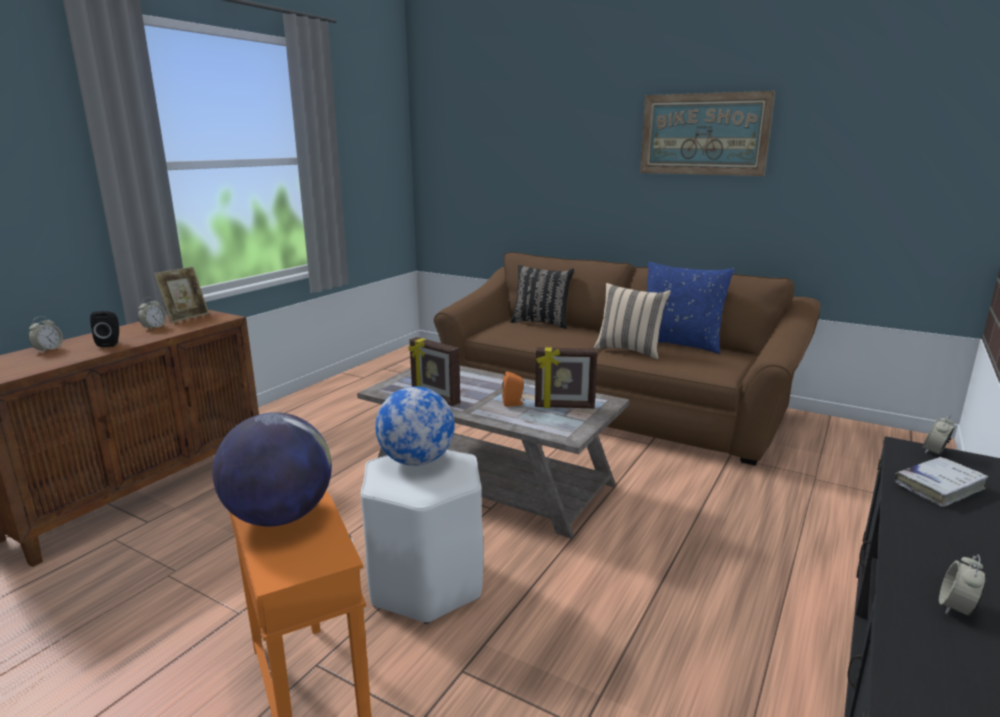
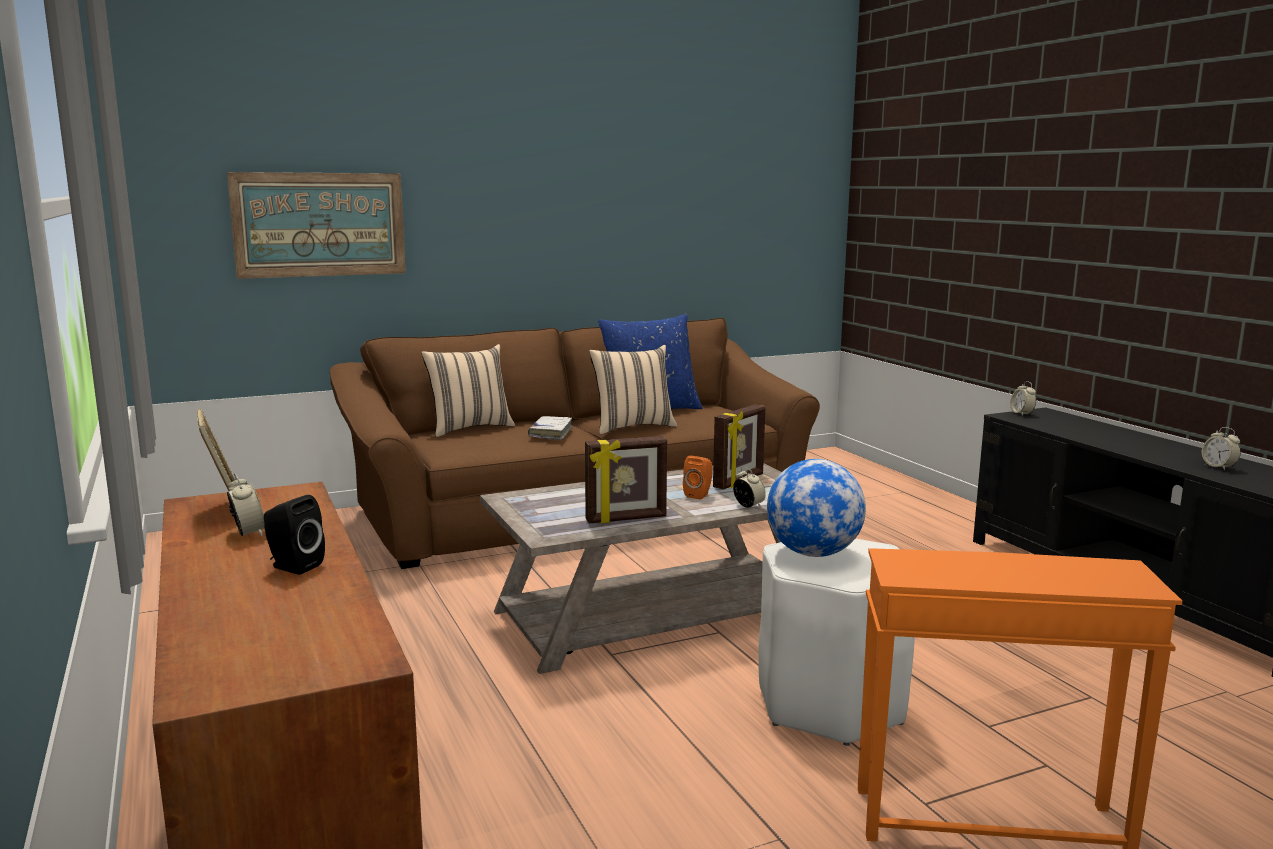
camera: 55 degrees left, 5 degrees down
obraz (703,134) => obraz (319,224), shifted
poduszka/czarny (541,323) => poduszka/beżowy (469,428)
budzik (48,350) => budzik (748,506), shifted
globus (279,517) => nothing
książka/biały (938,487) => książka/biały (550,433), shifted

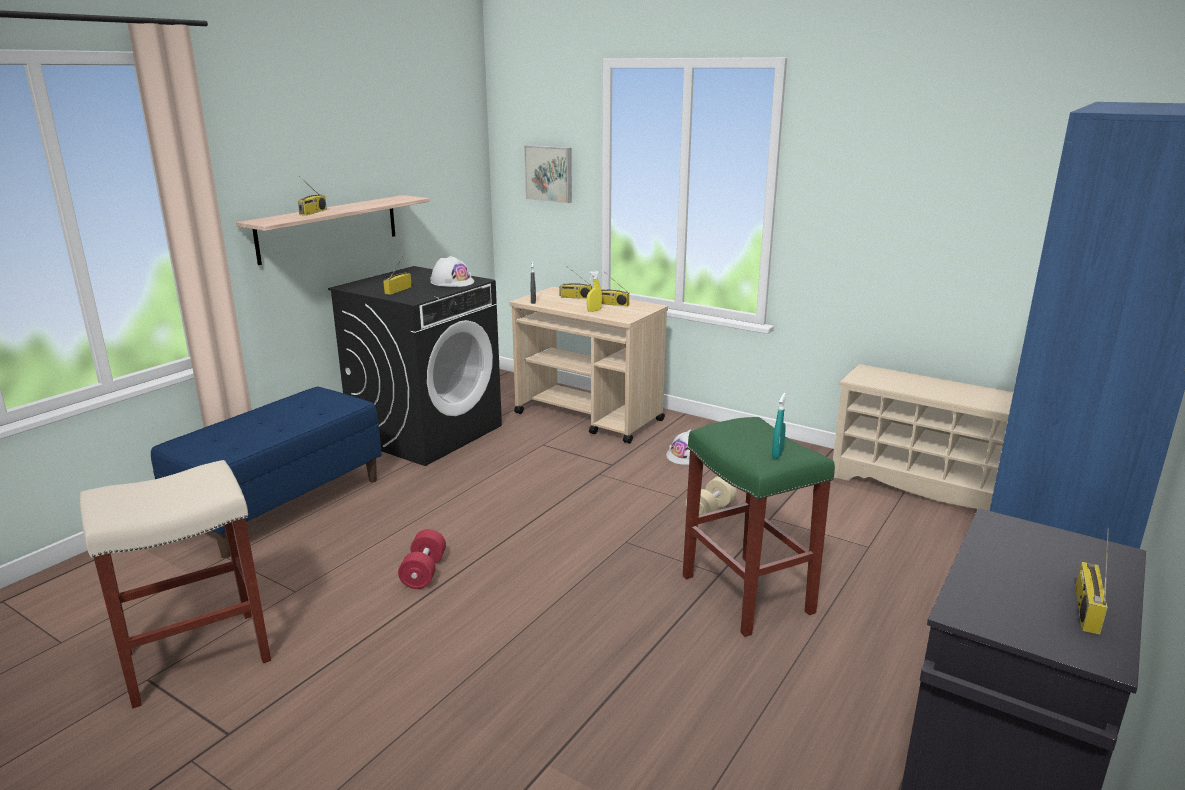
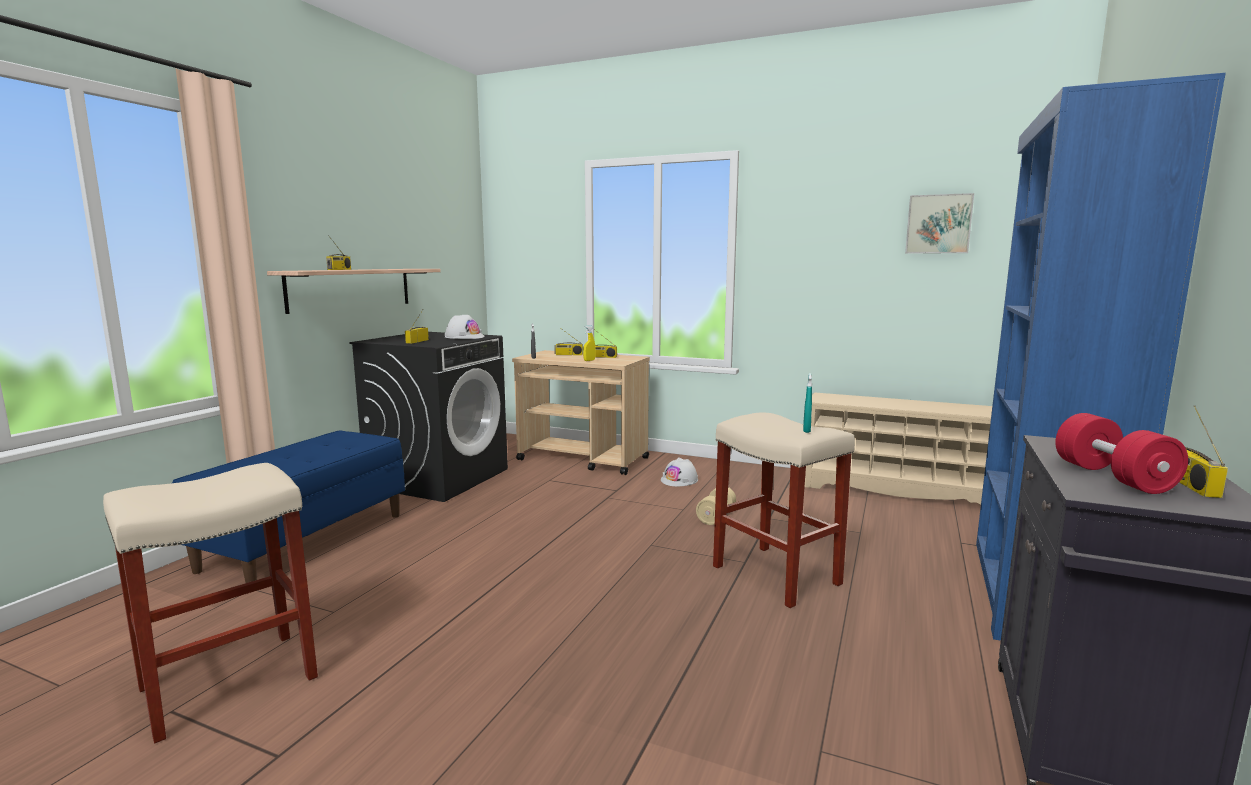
camera: 10 degrees left, 10 degrees down
obraz (549,173) => obraz (938,224), shifted
stołek/zielony (748,595) => stołek/beżowy (777,575)
hantel/czerwony (424,572) => hantel/czerwony (1112,477), shifted

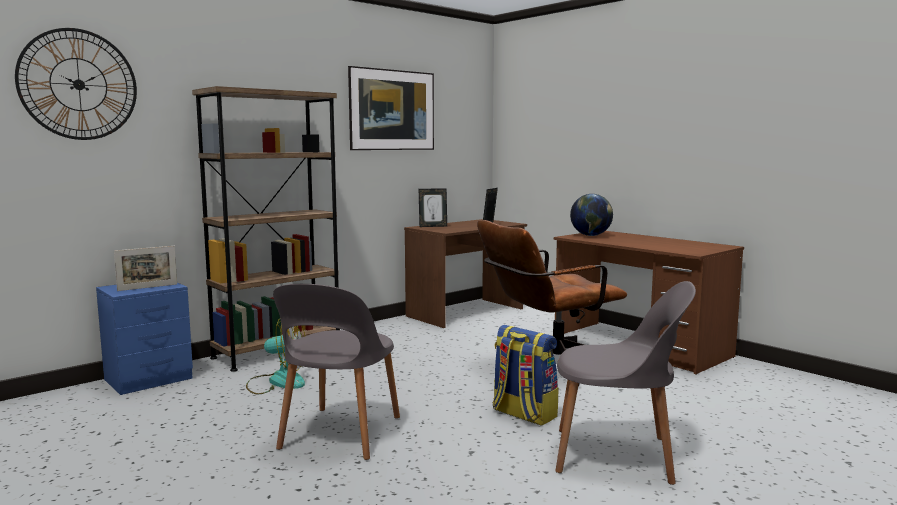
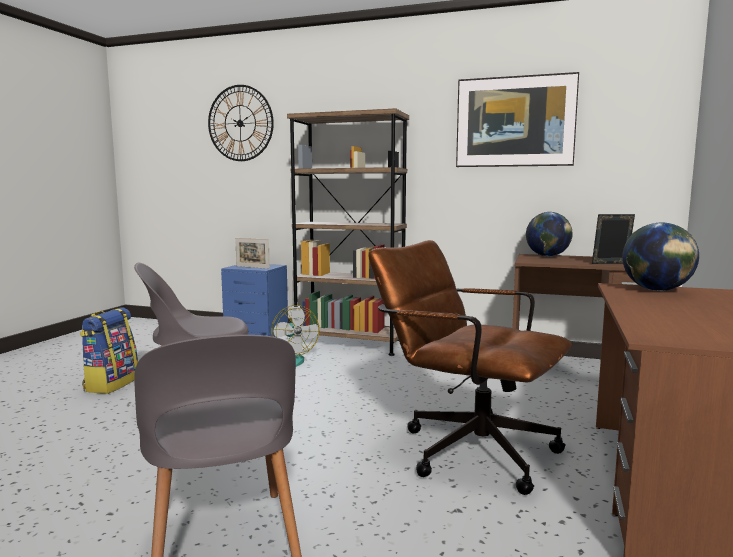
camera: 60 degrees right, 0 degrees up
ramka na zdjęcie (433,226) => globus (547,256)
plecak (523,414) => plecak (111,384), shifted

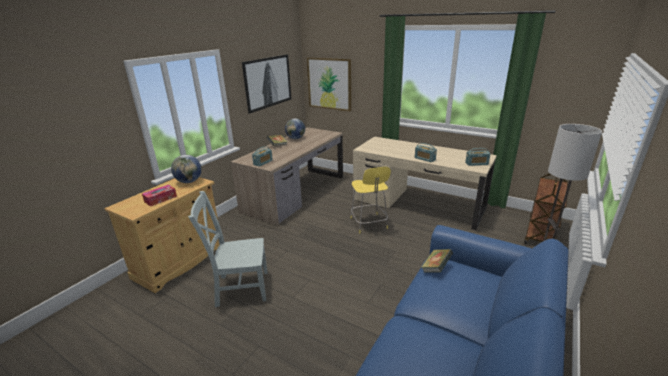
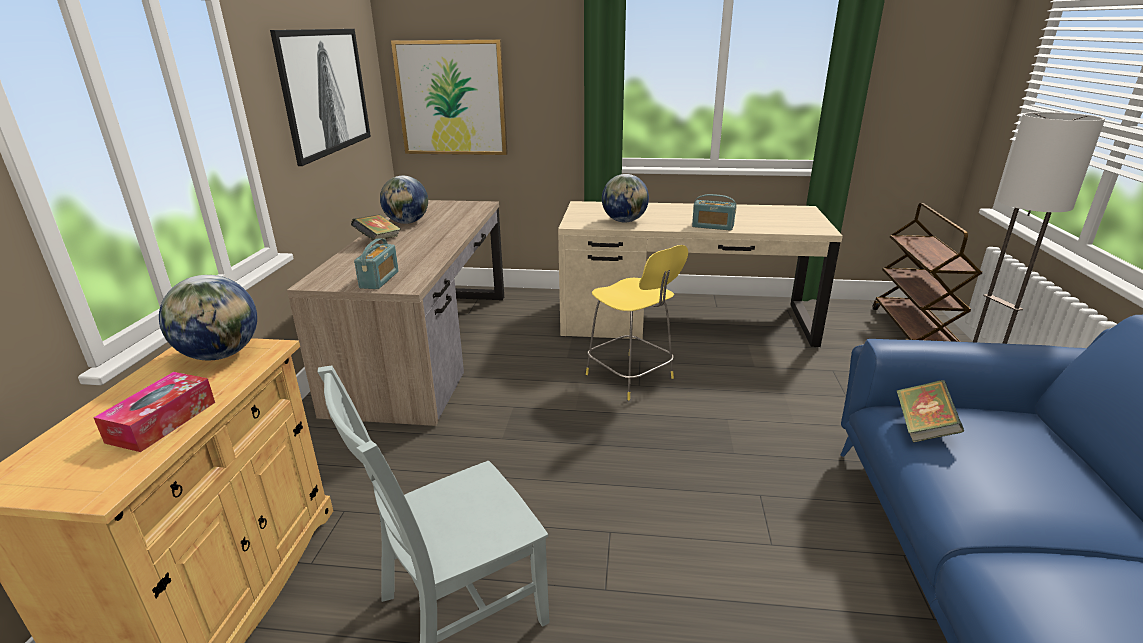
camera: 25 degrees left, 0 degrees up
radio (476,164) => nothing
nothing => globus (624,221)

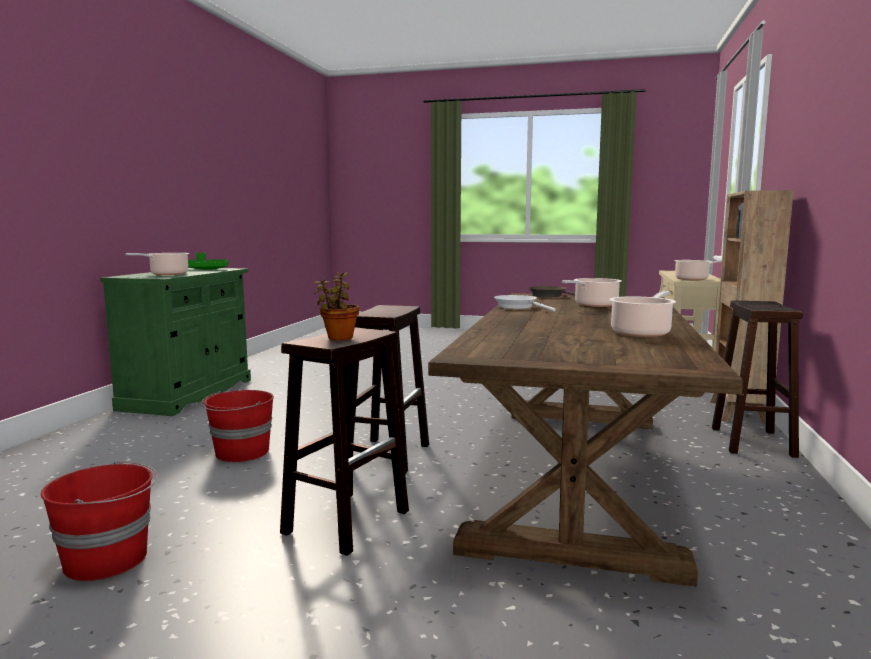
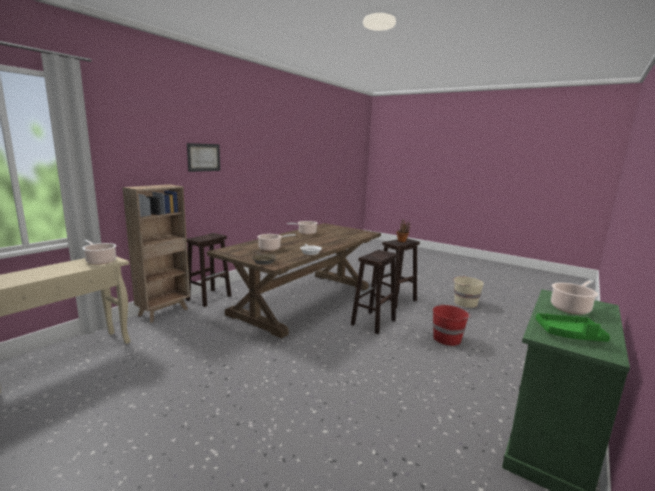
camera: 160 degrees left, 5 degrees up
wiadro/czerwony (108,559) => wiadro/beżowy (465,303)
nothing => obraz (203,157)

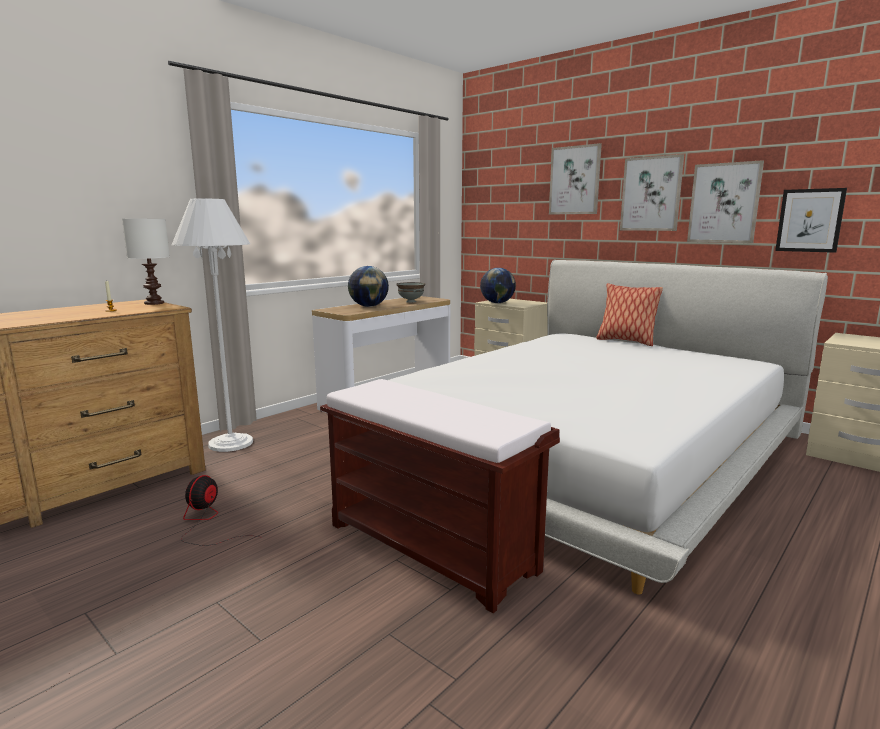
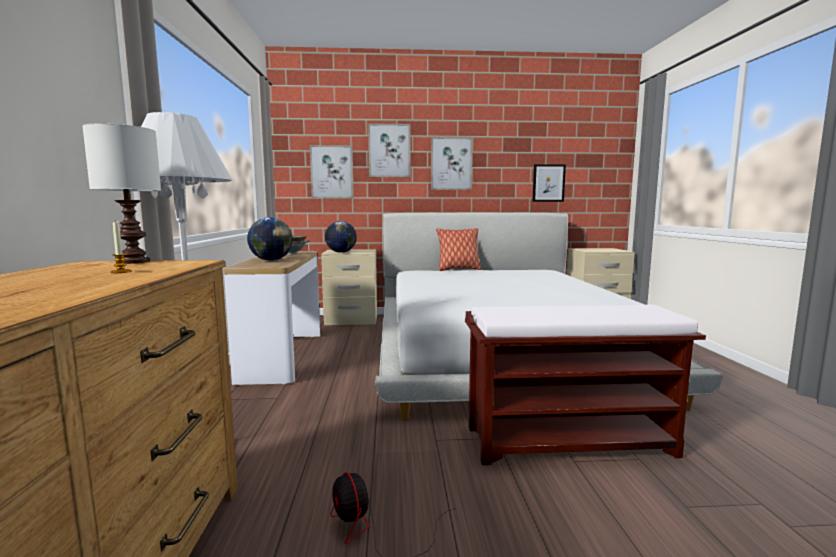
camera: 45 degrees left, 5 degrees down
obraz (724,203) => obraz (332,172), shifted

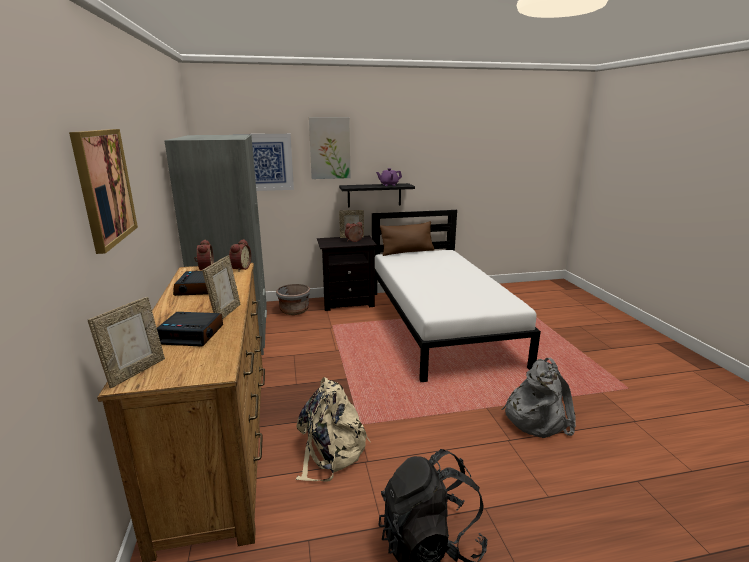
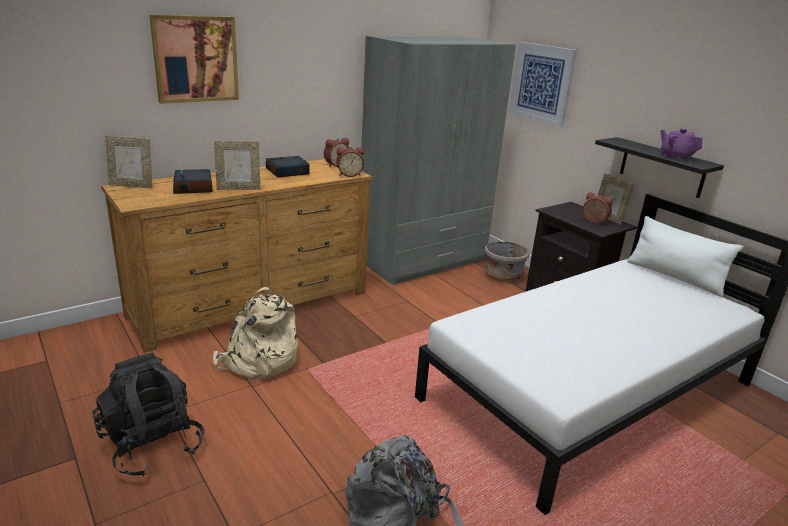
camera: 65 degrees right, 5 degrees up
obraz (329,148) => nothing
poduszka/brązowy (407,252) => poduszka/biały (674,277)

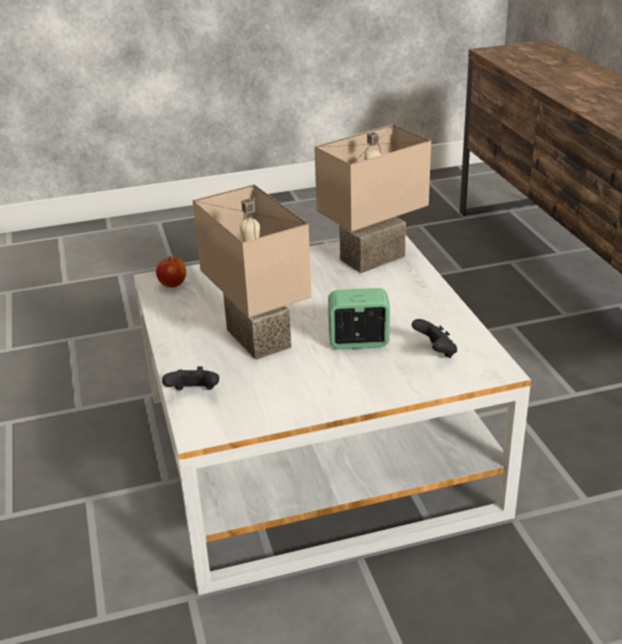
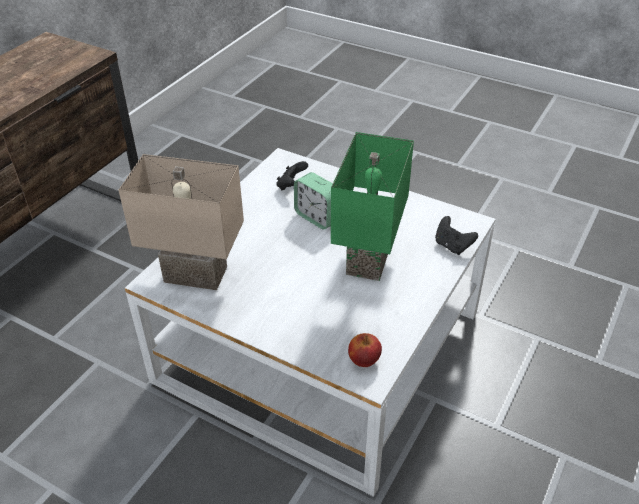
camera: 135 degrees left, 10 degrees up
lampa stołowa/beżowy (262,338) => lampa stołowa/zielony (366,258)

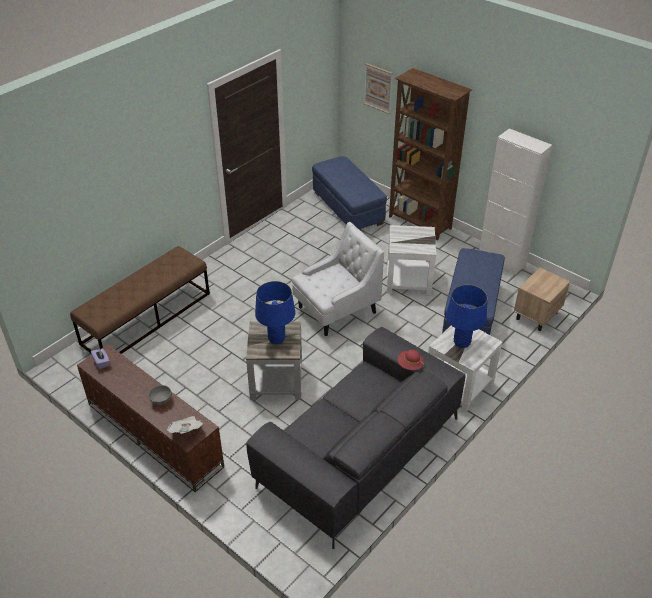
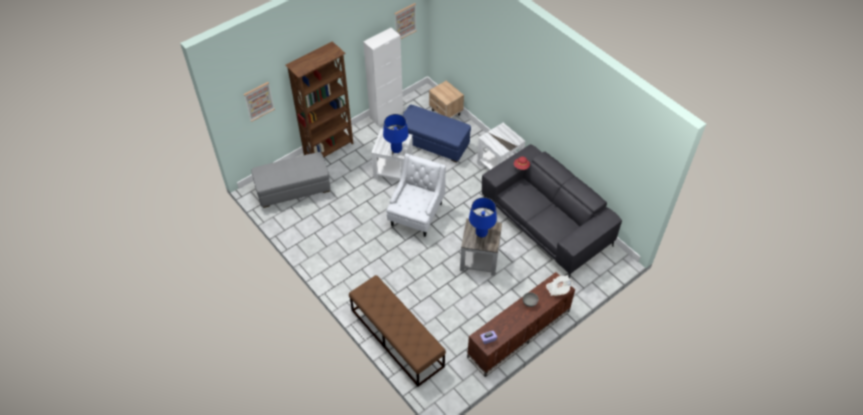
camera: 80 degrees left, 10 degrees up
pufa/niebieski (348,208) => pufa/szary (293,189)
fotel/biały (336,310) => fotel/biały (416,215), 45 degrees clockwise
lampa stołowa/niebieski (462,342) => lampa stołowa/niebieski (396,149), shifted
nothing => obraz (405,21)

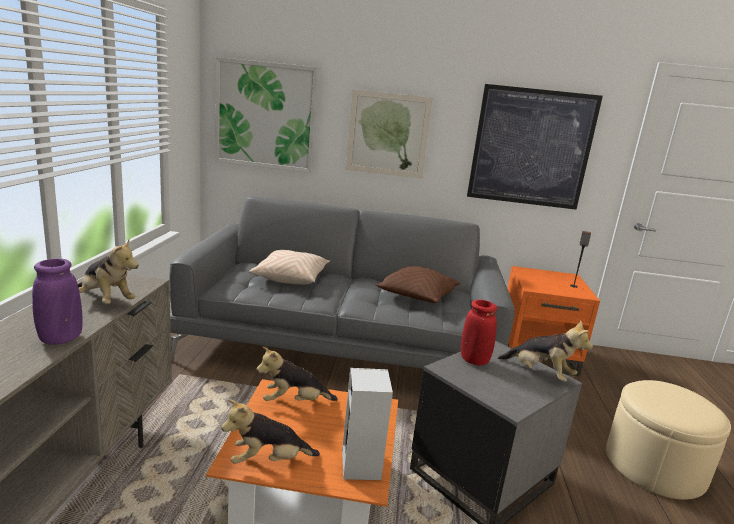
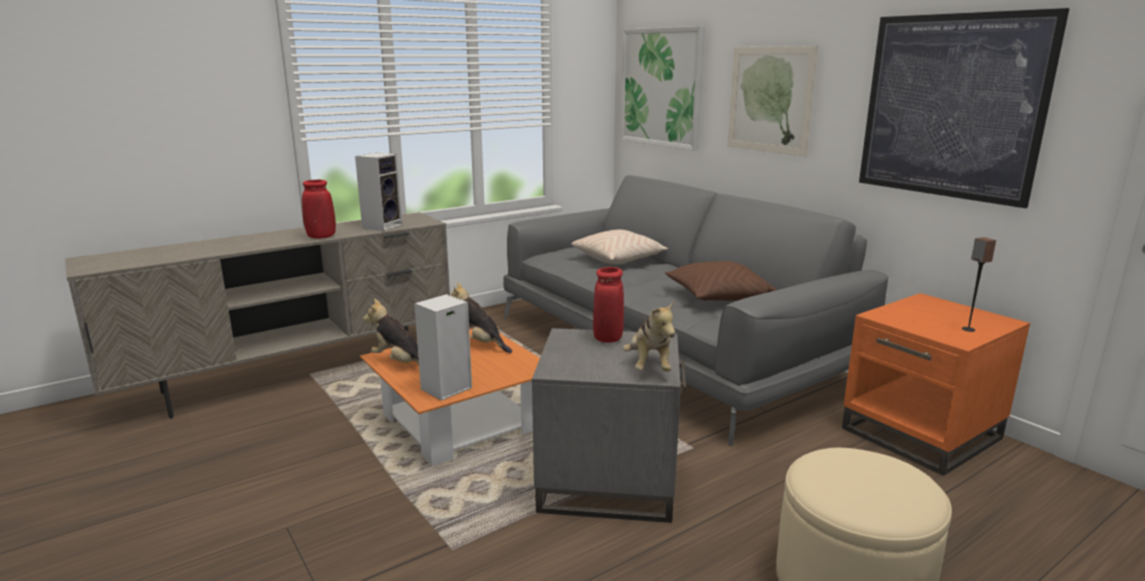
camera: 50 degrees right, 0 degrees up
pluszak (105,300) => głośnik (382,226)
wazon/fioletowy (61,339) => wazon/czerwony (321,237)

